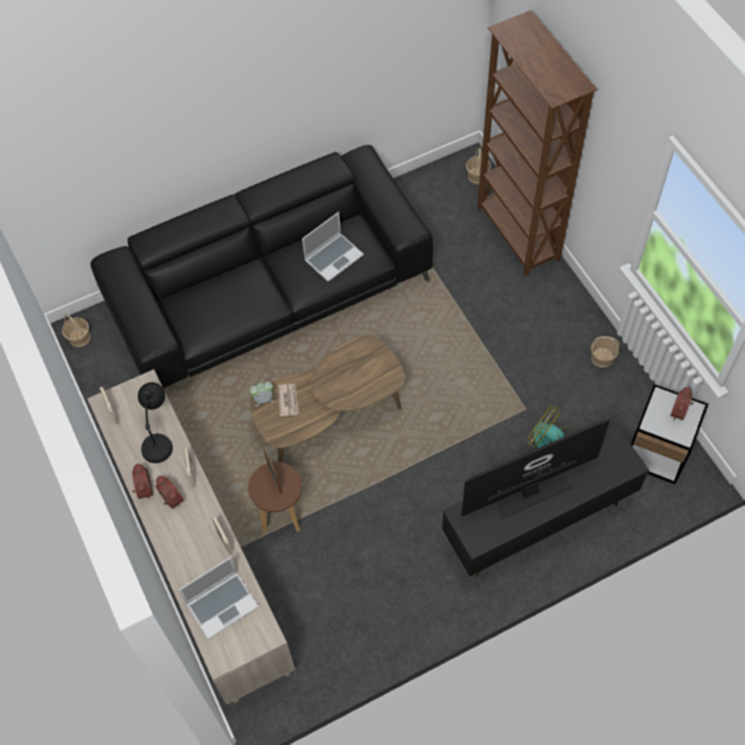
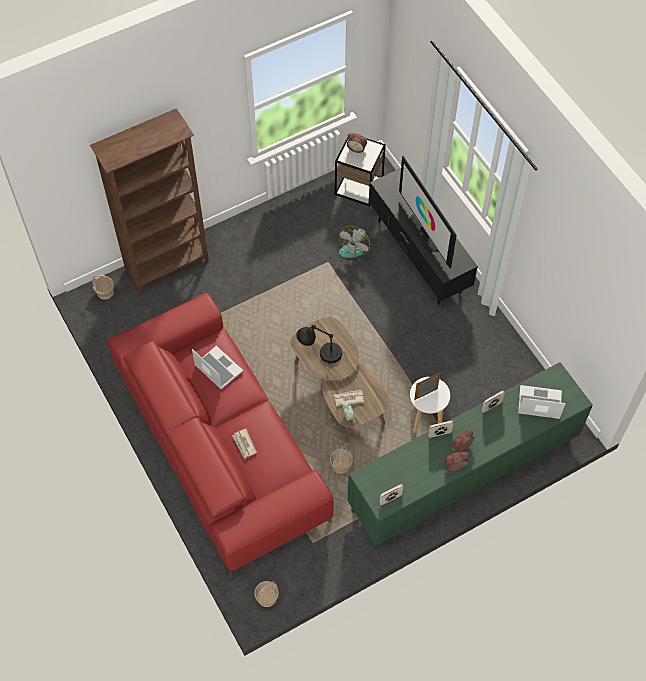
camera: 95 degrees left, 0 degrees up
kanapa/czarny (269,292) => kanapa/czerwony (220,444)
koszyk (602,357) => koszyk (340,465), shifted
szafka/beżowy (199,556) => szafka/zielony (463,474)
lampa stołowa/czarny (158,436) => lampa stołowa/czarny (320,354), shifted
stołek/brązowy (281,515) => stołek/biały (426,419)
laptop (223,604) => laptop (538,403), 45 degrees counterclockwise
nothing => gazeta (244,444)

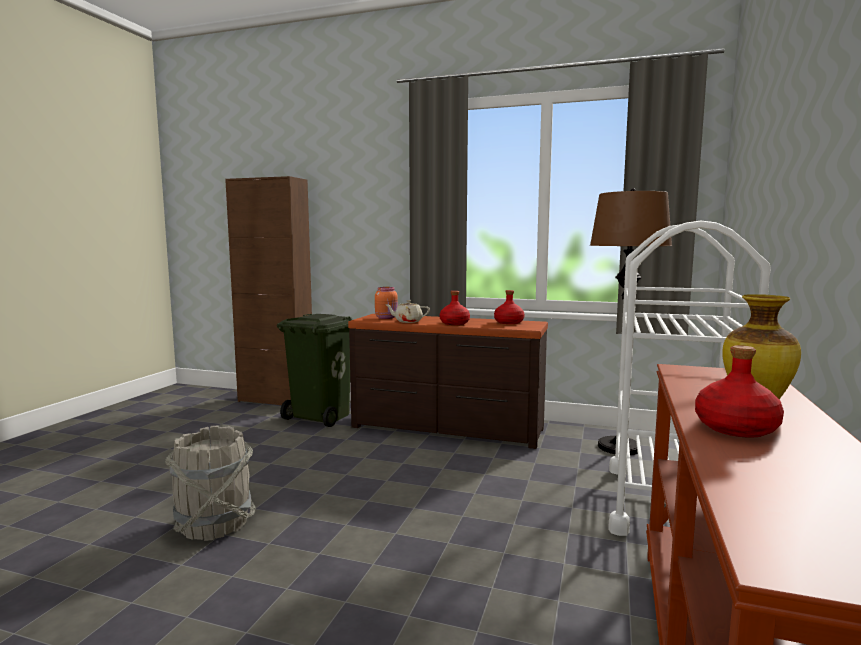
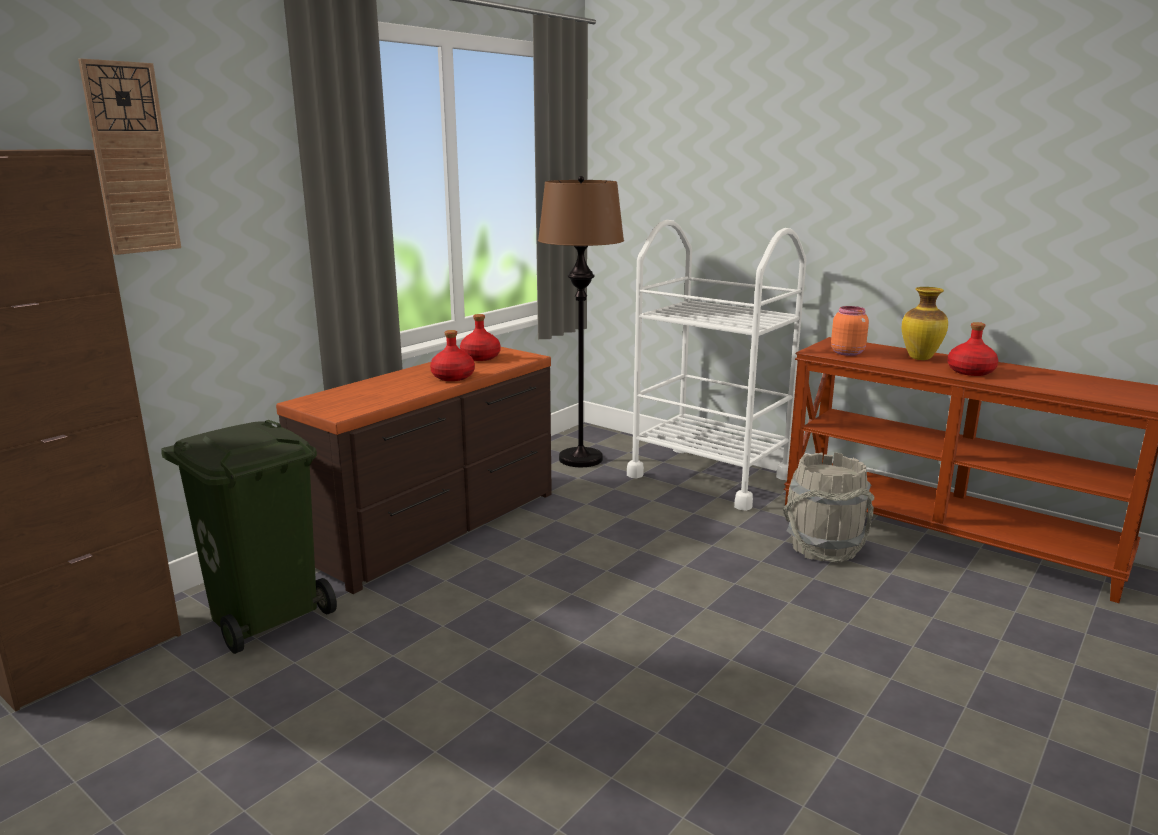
camera: 70 degrees left, 10 degrees up
słoik/pomarańczowy (387,318) => słoik/pomarańczowy (847,353), shifted
imbryk/beżowy (407,321) => nothing
wiadro/szary (214,524) => wiadro/szary (824,548), shifted
nothing => zegar ścienny (131,159)

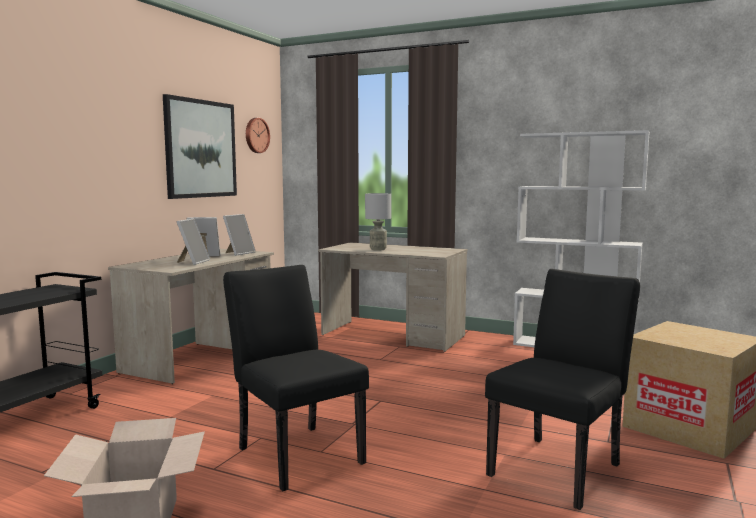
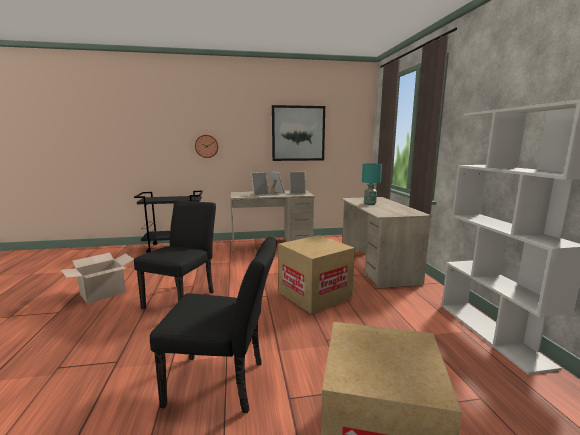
camera: 55 degrees right, 5 degrees up
zegar ścienny (256,135) => zegar ścienny (206,146), shifted
lampa stołowa/szary (378,249) => lampa stołowa/turkusowy (370,204)
nothing => karton (315,295)

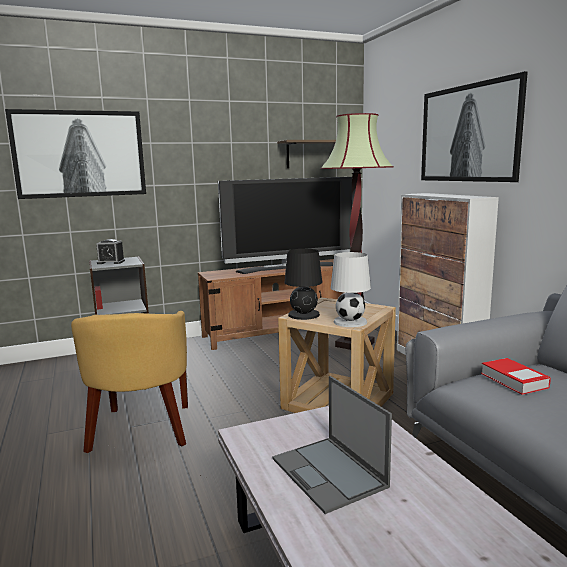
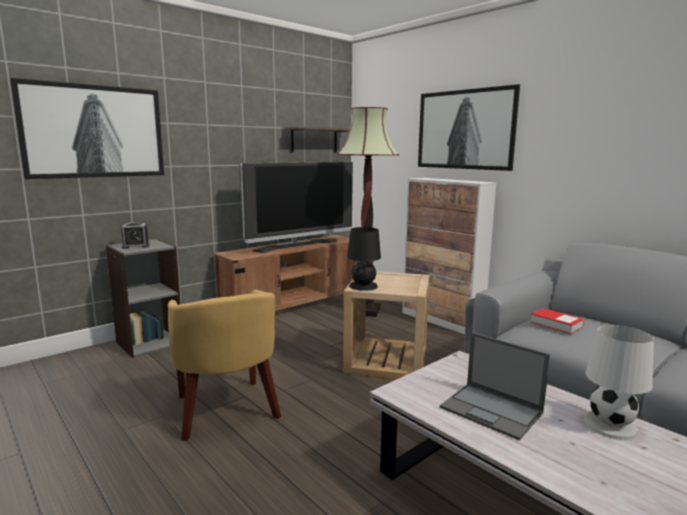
camera: 20 degrees left, 0 degrees up
lampa stołowa/biały (350,322) => lampa stołowa/biały (611,425), shifted

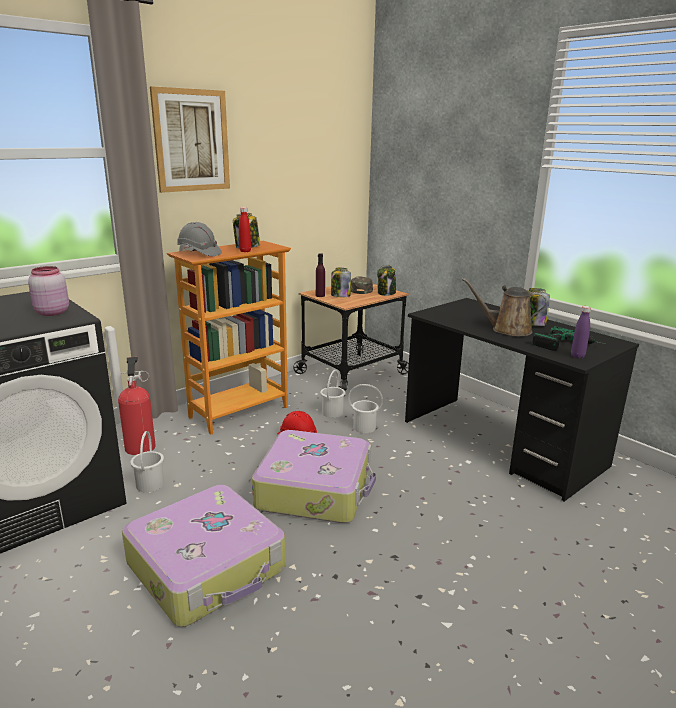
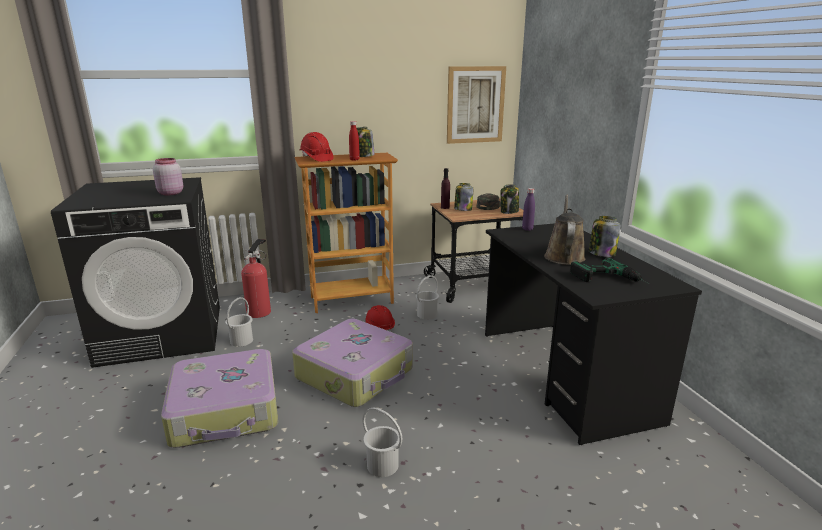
camera: 25 degrees right, 0 degrees up
obraz (191,141) => obraz (475,105), shifted
kask/szary (199,253) => kask/czerwony (316,158)
konewka/brązowy (507,330) => konewka/brązowy (564,256), 60 degrees clockwise
butelka/fioletowy (577,356) => butelka/fioletowy (527,229), shifted
wiadro/biały (364,428) => wiadro/biały (382,466), shifted

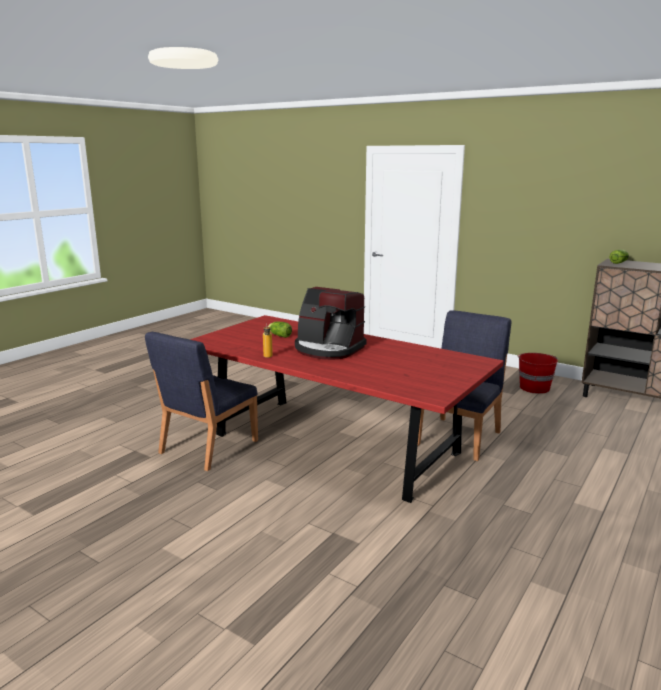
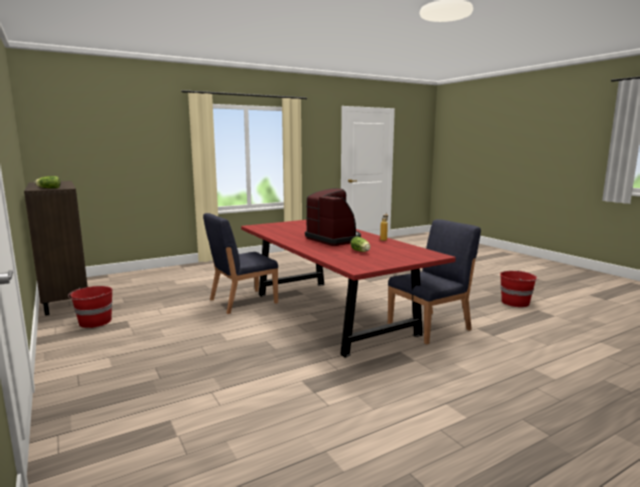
camera: 155 degrees left, 5 degrees down
nothing => wiadro/czerwony (516,302)

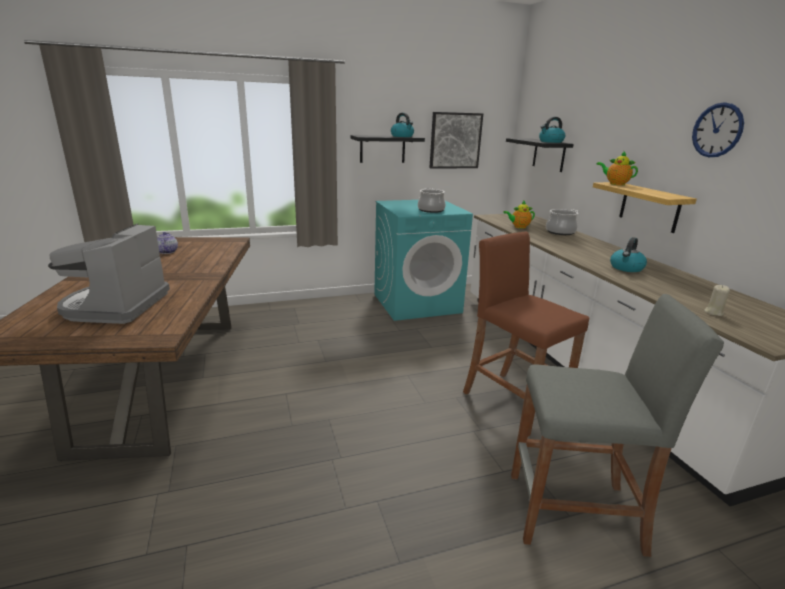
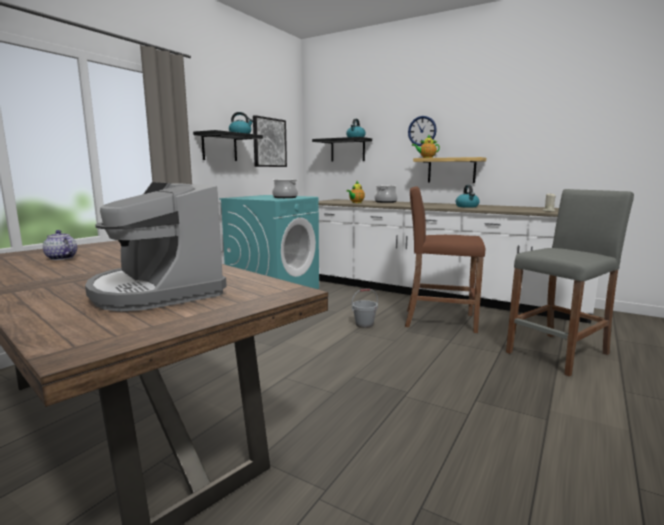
camera: 40 degrees left, 10 degrees down
zegar ścienny (717,130) => zegar ścienny (422,131), shifted
nothing => wiadro/szary (364,324)

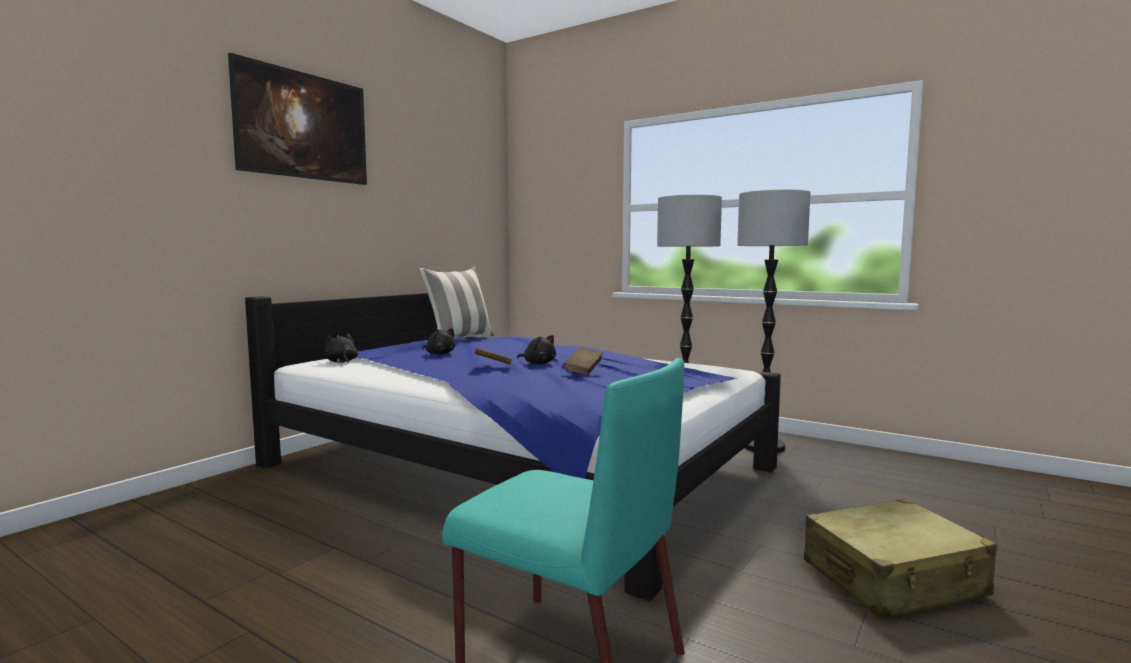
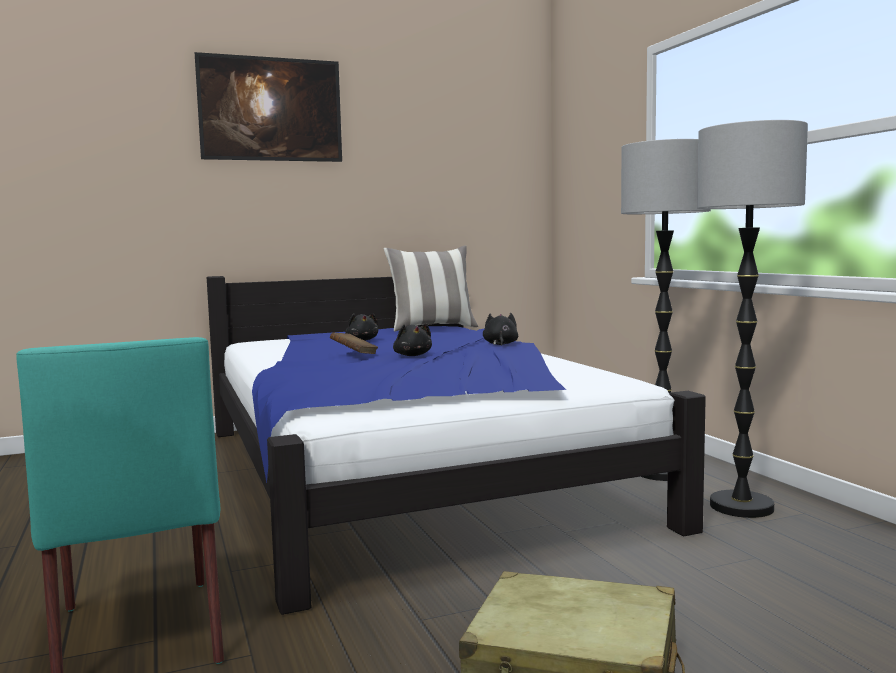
camera: 35 degrees right, 0 degrees up
pluszak/czarny (341,362) => pluszak/czarny (500,344), shifted
książka/brązowy (583,371) => nothing

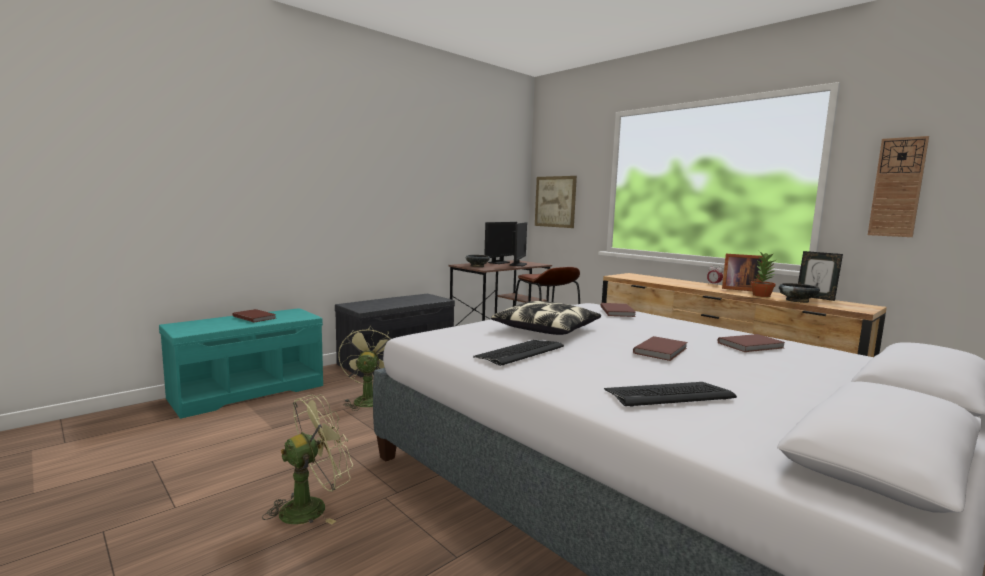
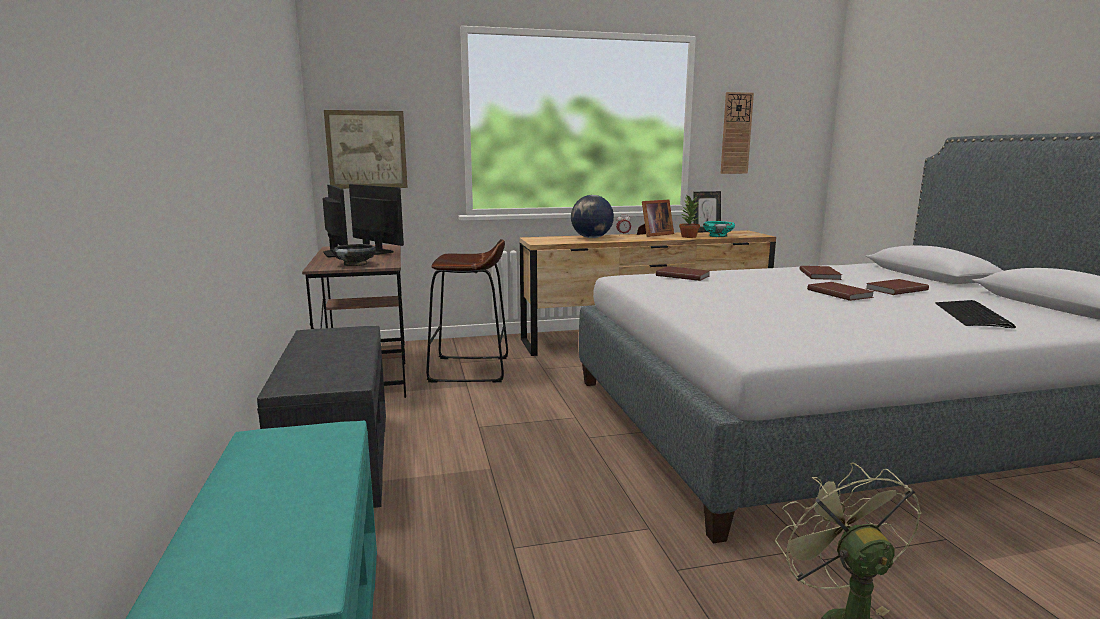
camera: 60 degrees left, 5 degrees up
miska/czarny (797,301) => miska/turkusowy (718,236)
poduszka (546,329) => nothing
książka/brązowy (255,317) => książka/brązowy (894,289), shifted
wentylator/zielony (368,399) => nothing
klawiatura (520,353) => nothing
nothing => globus (591,238)

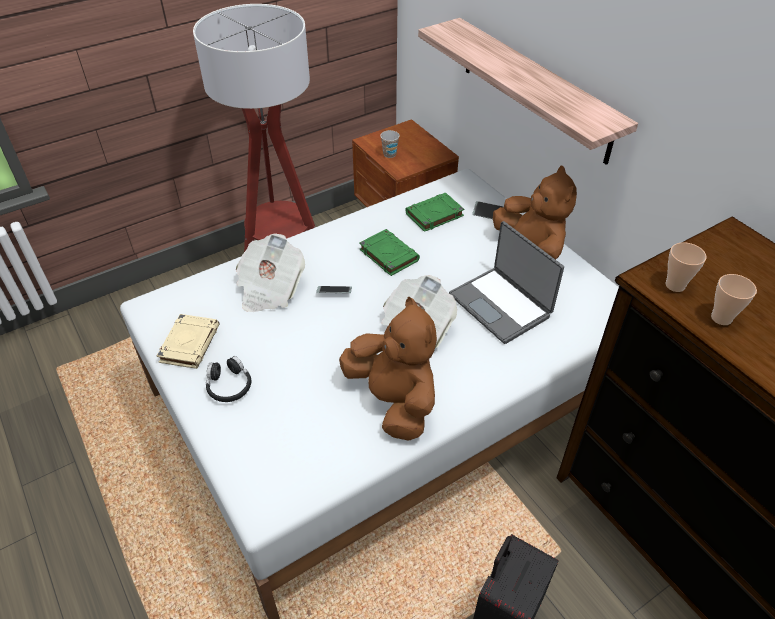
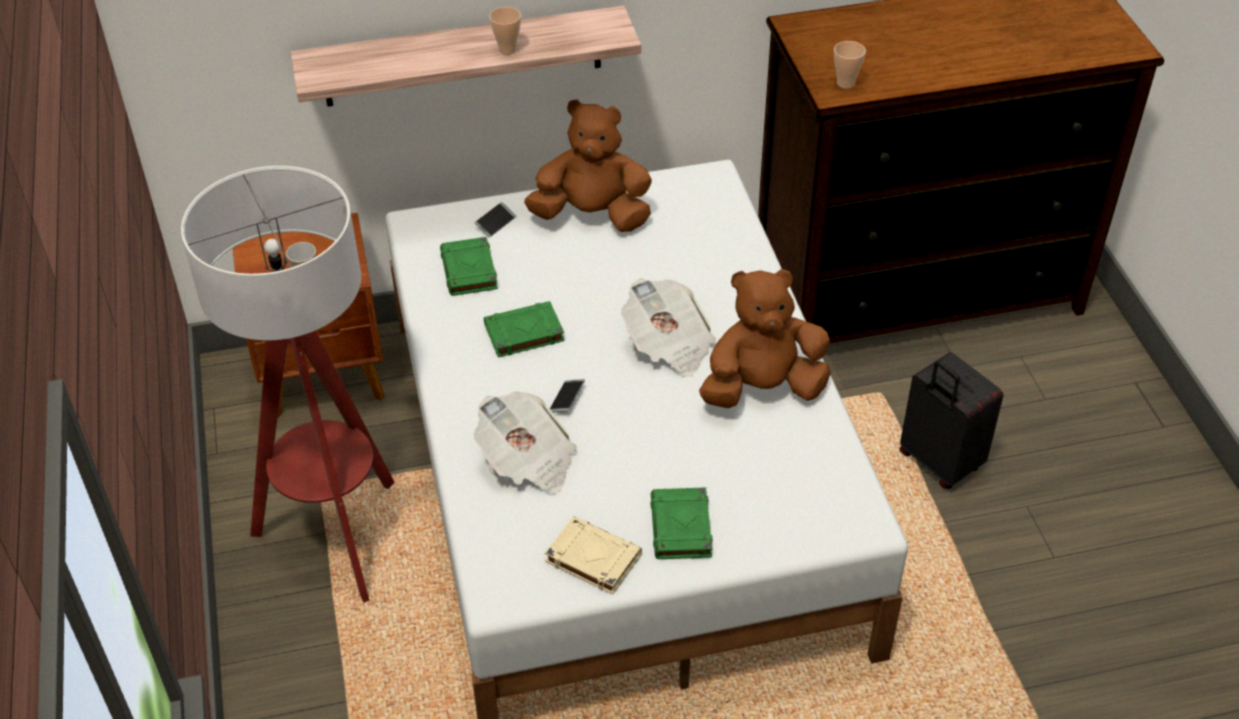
camera: 70 degrees left, 0 degrees up
laptop (501,305) => nothing
filiżanka (721,318) => filiżanka (507,49), shifted
słuchawki/czarny (229,385) => książka/zielony (681,528)

